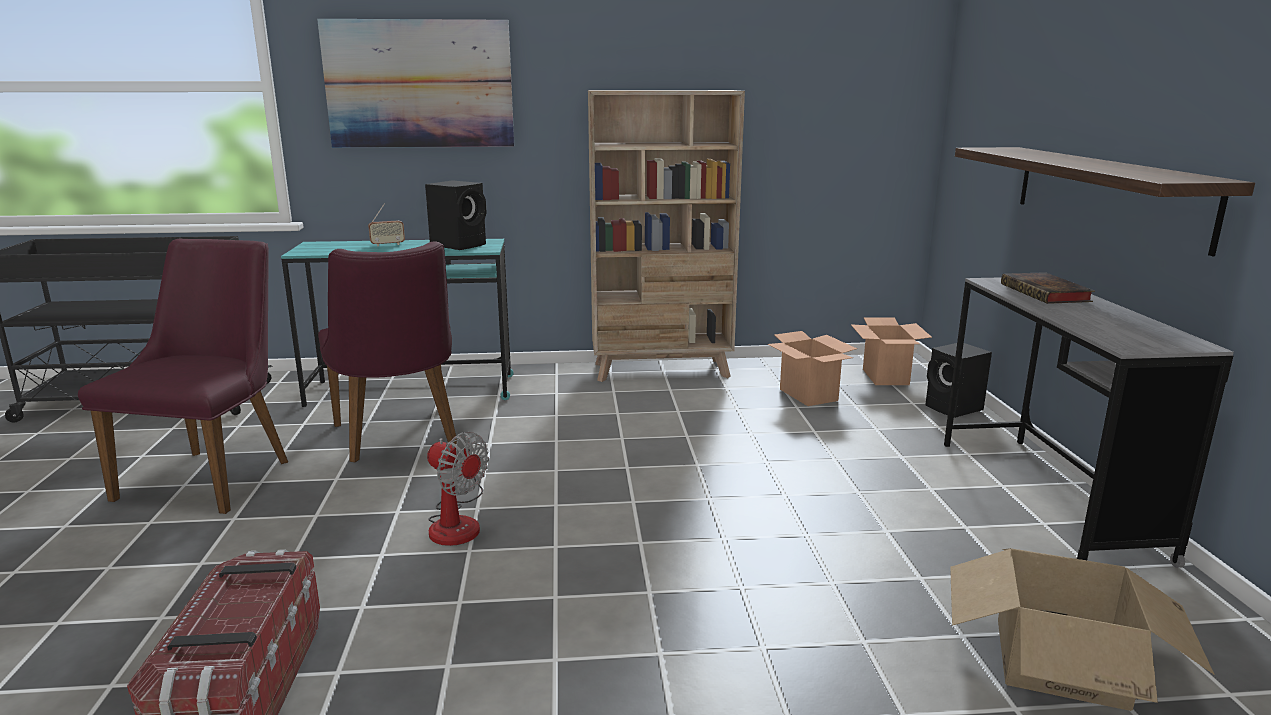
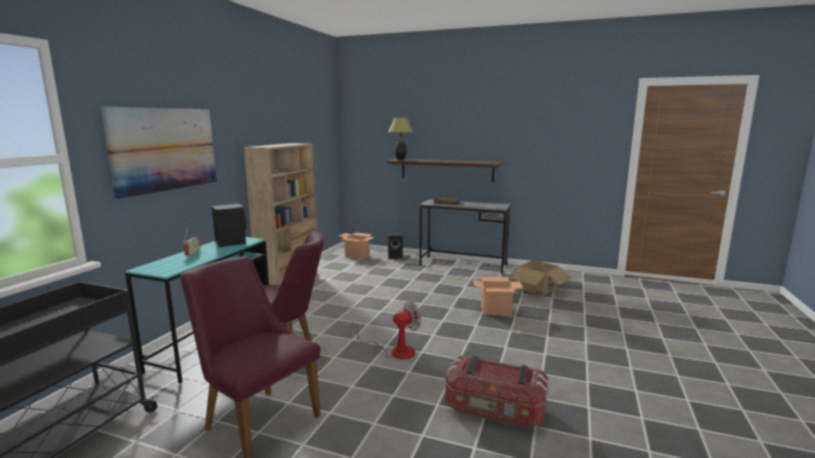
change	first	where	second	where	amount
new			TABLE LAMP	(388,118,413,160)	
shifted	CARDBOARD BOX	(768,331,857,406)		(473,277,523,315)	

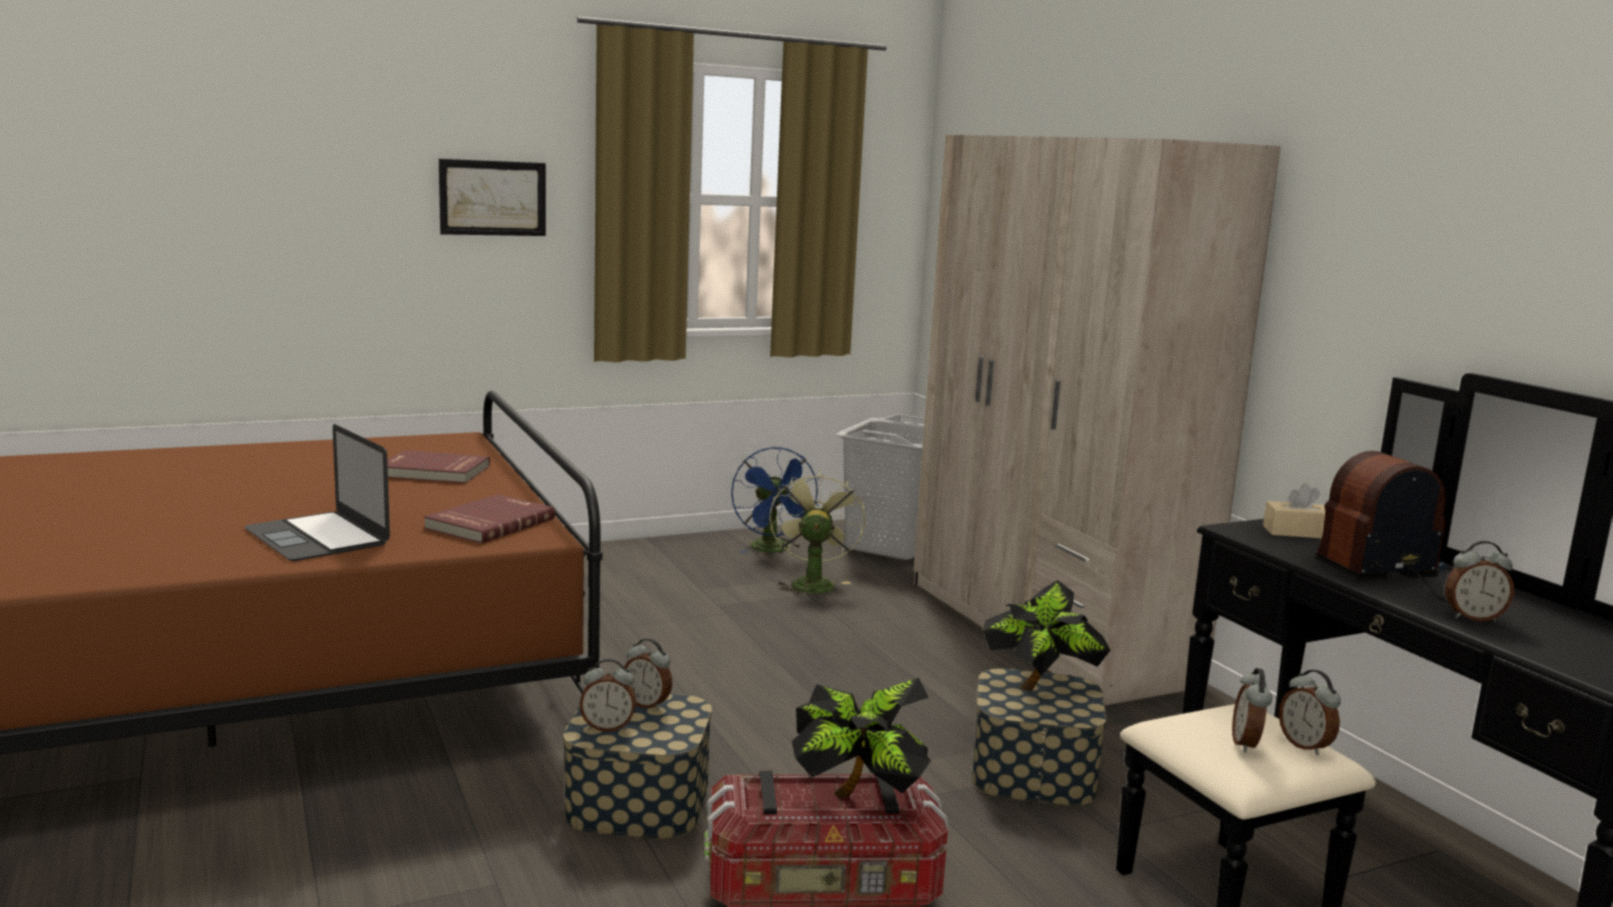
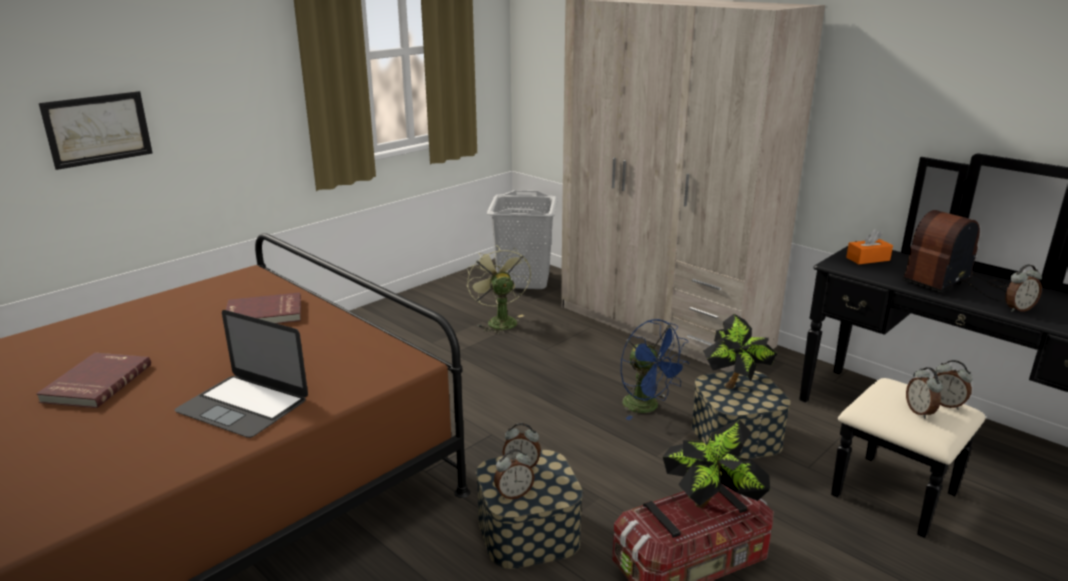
change	first	where	second	where	amount
shifted	RED BOOK	(424,494,555,544)		(36,353,151,408)	
shifted	PICTURE	(439,159,546,236)		(39,91,153,170)	
shifted	BLUE FAN	(731,447,820,553)		(621,319,689,420)	
repainted	BEIGE TISSUE BOX	(1263,483,1325,538)	ORANGE TISSUE BOX	(846,229,893,264)	

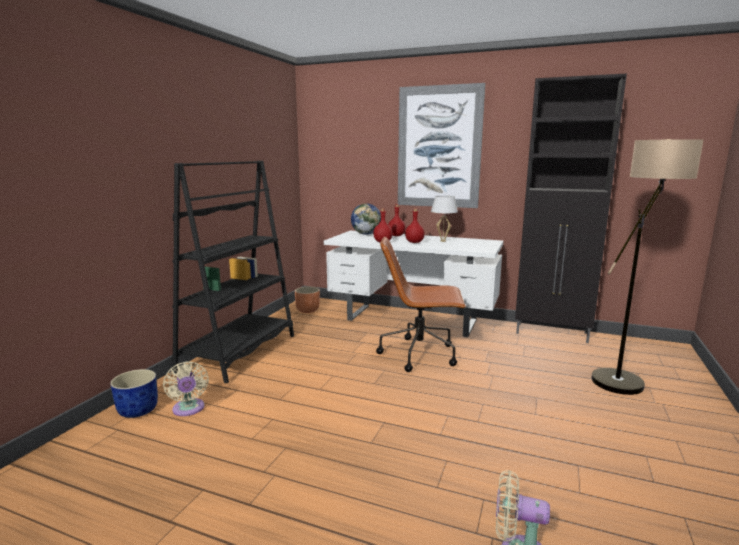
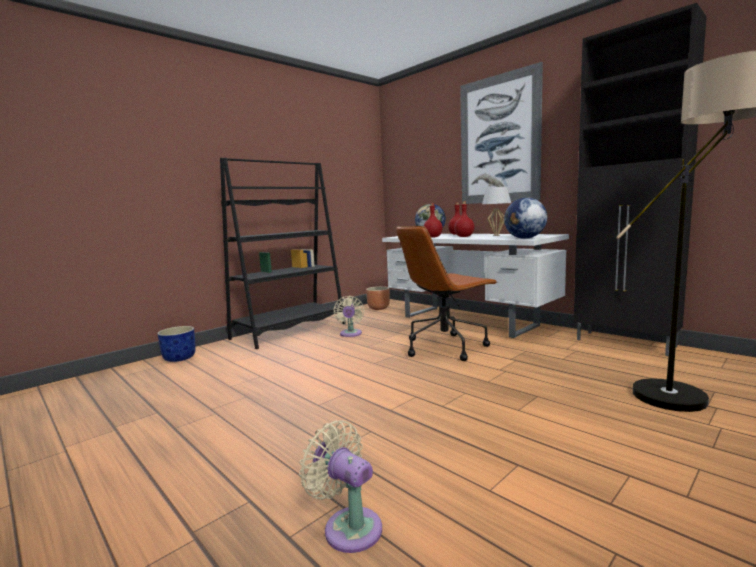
change	first	where	second	where	amount
shifted	BEIGE FAN	(163,361,209,416)		(334,296,364,337)	
rotated	BROWN OFFICE CHAIR	(376,237,466,372)		(396,226,498,361)	60 degrees counterclockwise
new			GLOBE	(504,197,547,239)	

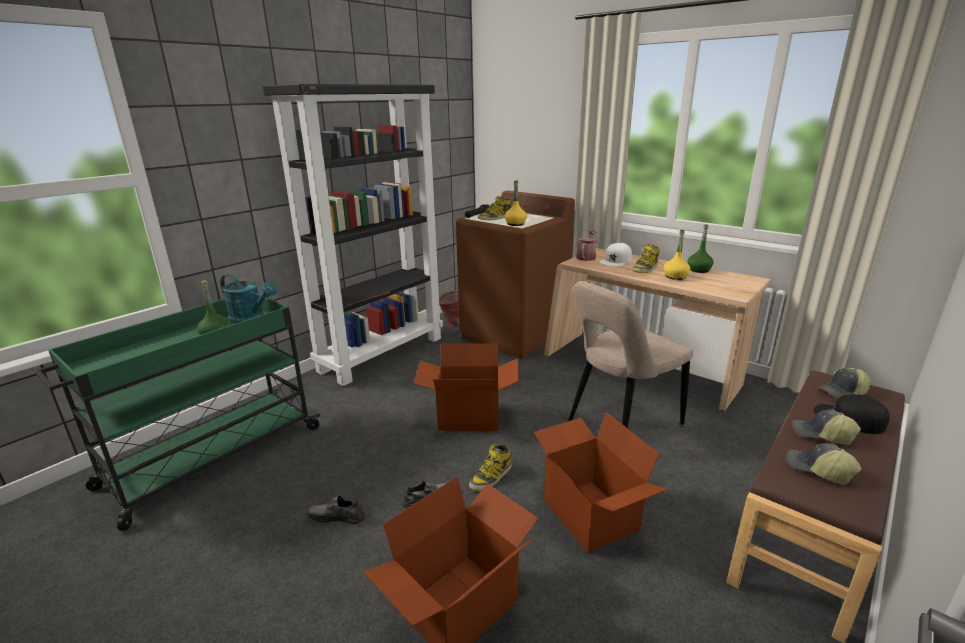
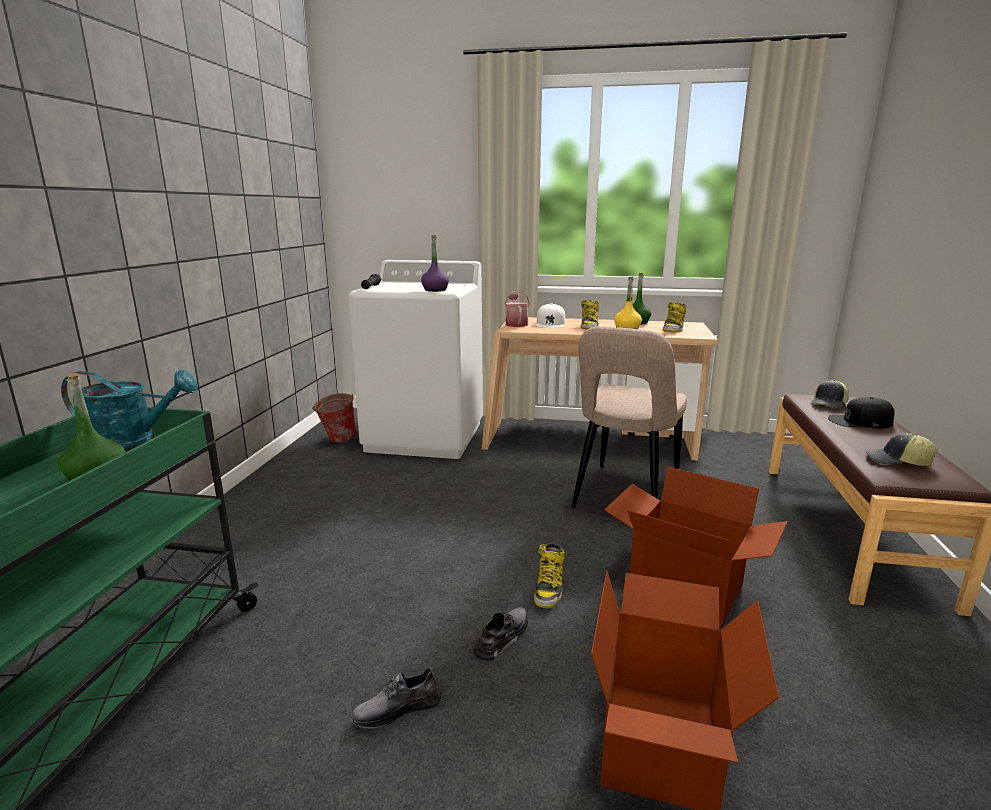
change	first	where	second	where	amount
repainted	BROWN WASHING MACHINE	(456,191,575,359)	WHITE WASHING MACHINE	(348,260,483,459)	
repainted	YELLOW BOTTLE	(505,180,527,226)	PURPLE BOTTLE	(421,235,449,292)	
shifted	BOOT	(478,196,511,220)		(663,302,686,333)	
gone	BLACK BOOKCASE	(263,84,443,386)			
gone	CARDBOARD BOX	(413,343,519,431)			
gone	CAP	(792,409,861,445)			

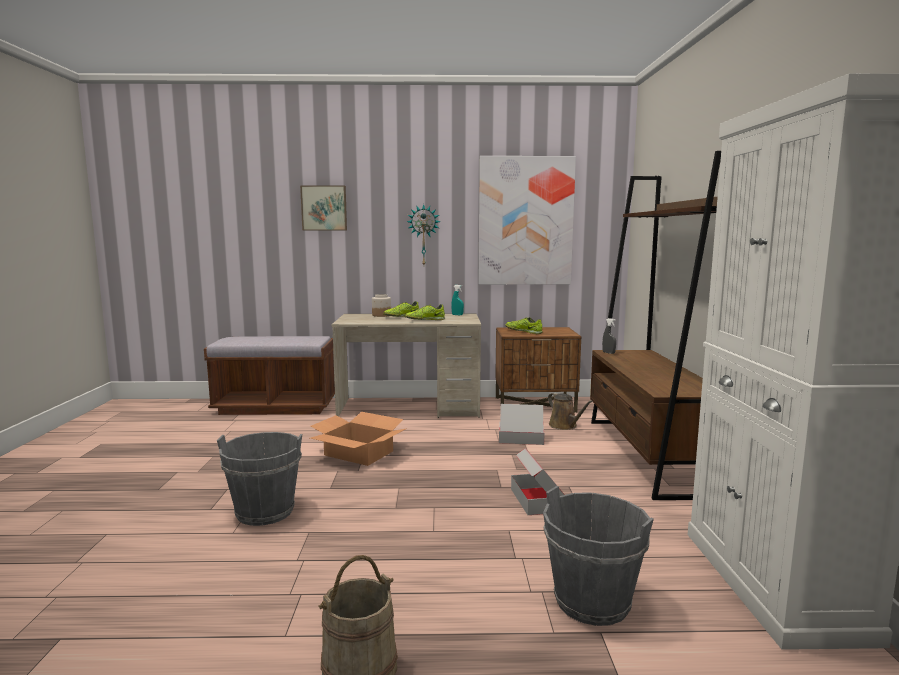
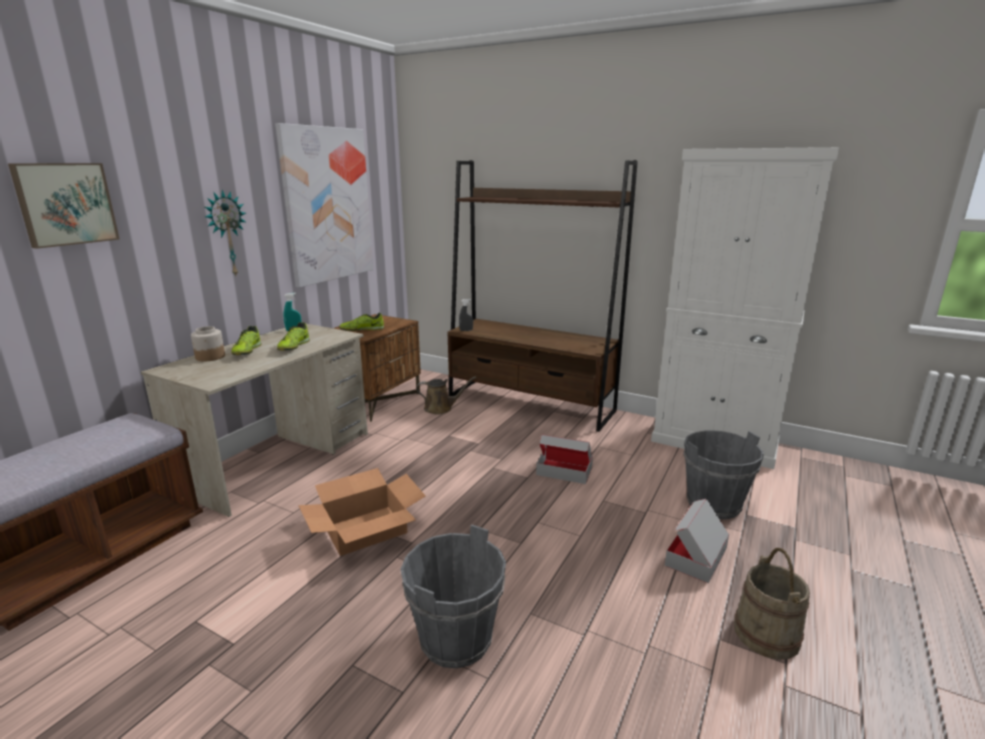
change	first	where	second	where	amount
shifted	CARDBOARD BOX	(499,404,544,445)		(665,499,729,584)	

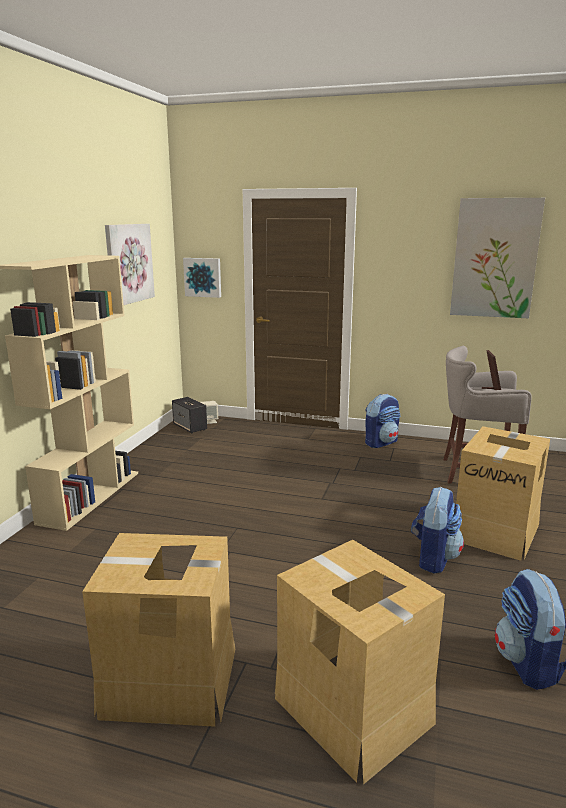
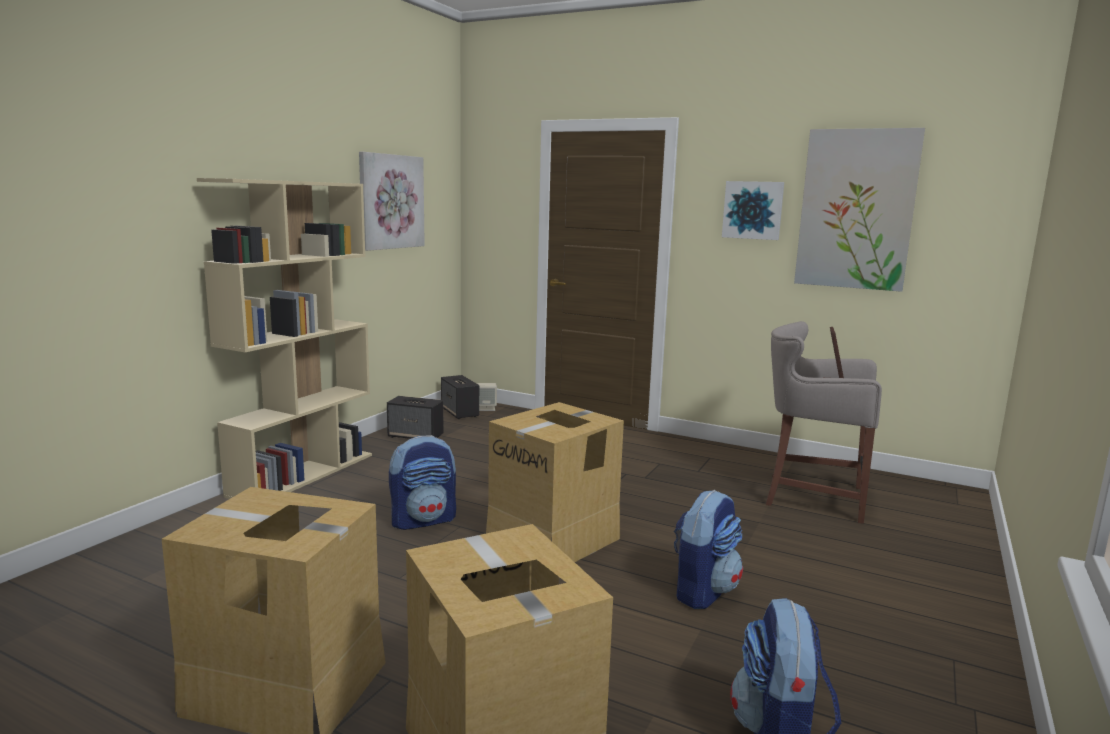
change	first	where	second	where	amount
new			SPEAKER	(387,396,444,439)	
shifted	BACKPACK	(365,394,401,448)		(389,435,456,530)	
shifted	CARDBOARD BOX	(456,426,550,561)		(486,402,624,562)	
shifted	PICTURE	(183,258,221,298)		(722,181,784,240)	

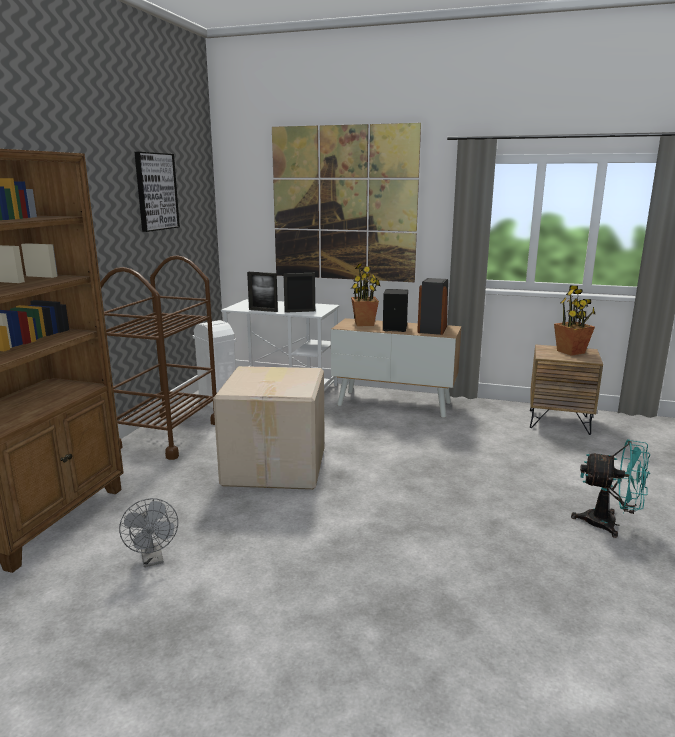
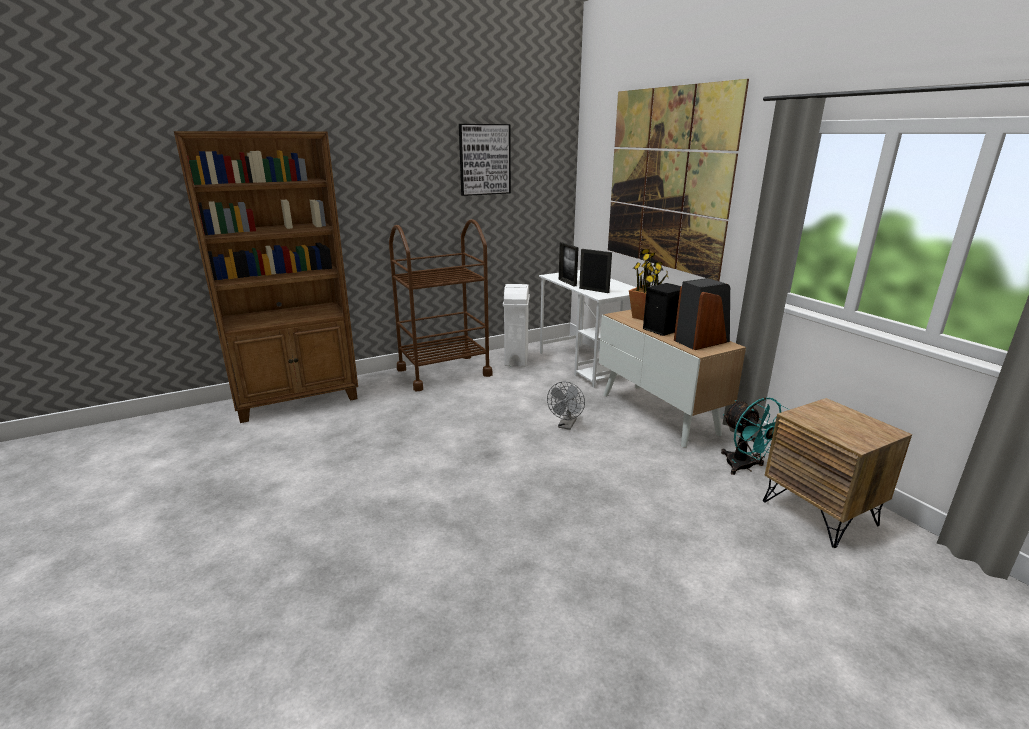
change	first	where	second	where	amount
shifted	GREY FAN	(119,498,178,567)		(547,382,585,430)	
shifted	TURQUOISE FAN	(571,439,650,538)		(721,397,790,475)	
gone	CARDBOARD BOX	(213,366,325,490)			
gone	POTTED PLANT	(554,286,595,356)			

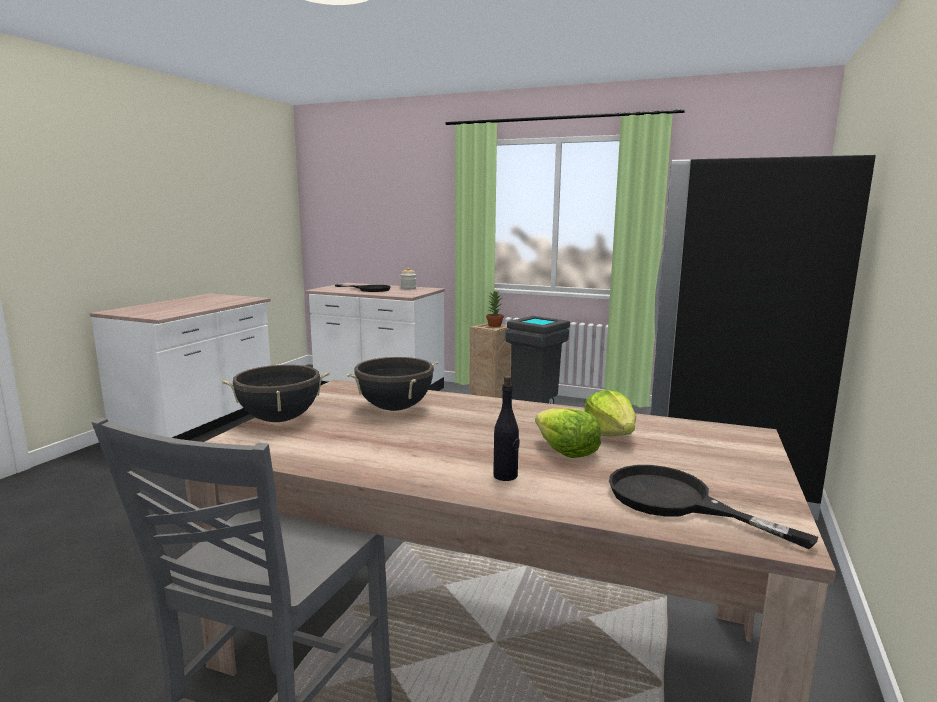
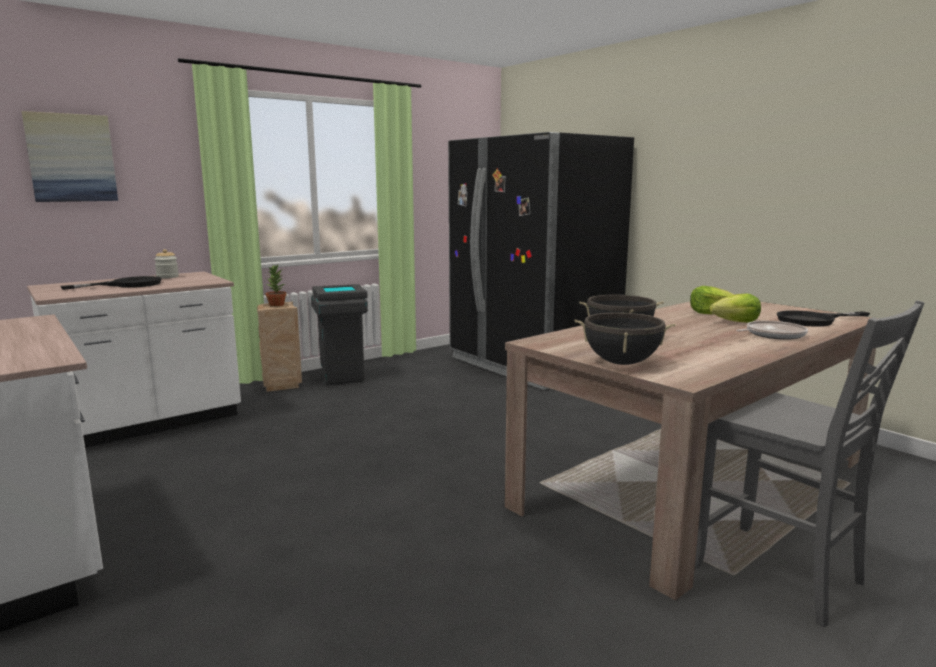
change	first	where	second	where	amount
new			PICTURE	(22,111,118,202)	
swapped	BLACK BOTTLE	(493,376,520,481)	FRYING PAN	(736,321,808,340)	

